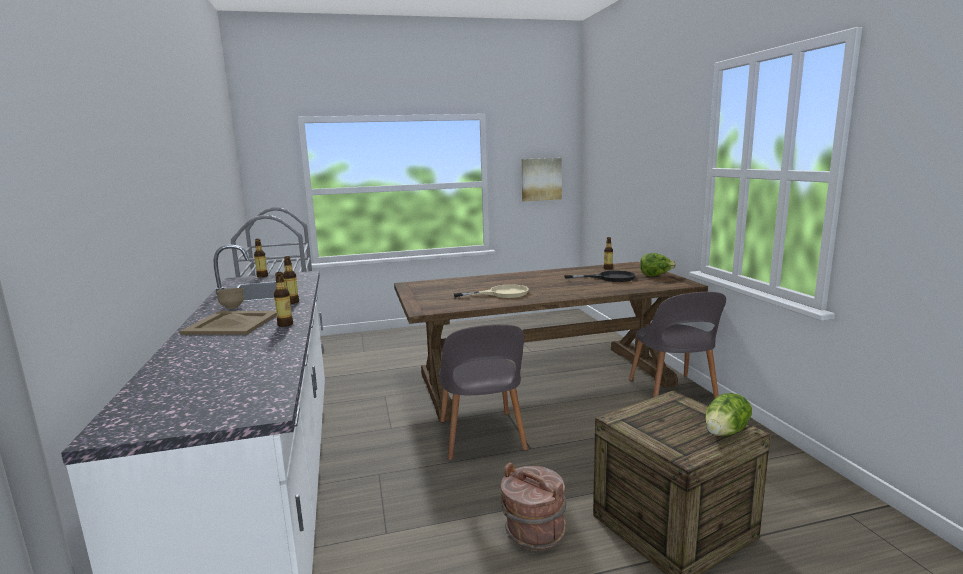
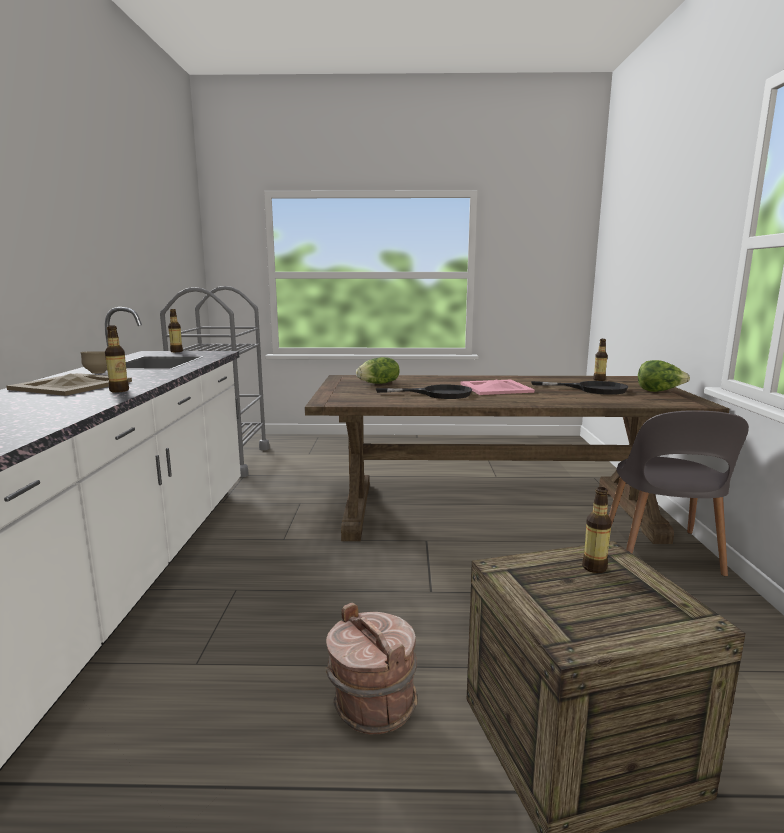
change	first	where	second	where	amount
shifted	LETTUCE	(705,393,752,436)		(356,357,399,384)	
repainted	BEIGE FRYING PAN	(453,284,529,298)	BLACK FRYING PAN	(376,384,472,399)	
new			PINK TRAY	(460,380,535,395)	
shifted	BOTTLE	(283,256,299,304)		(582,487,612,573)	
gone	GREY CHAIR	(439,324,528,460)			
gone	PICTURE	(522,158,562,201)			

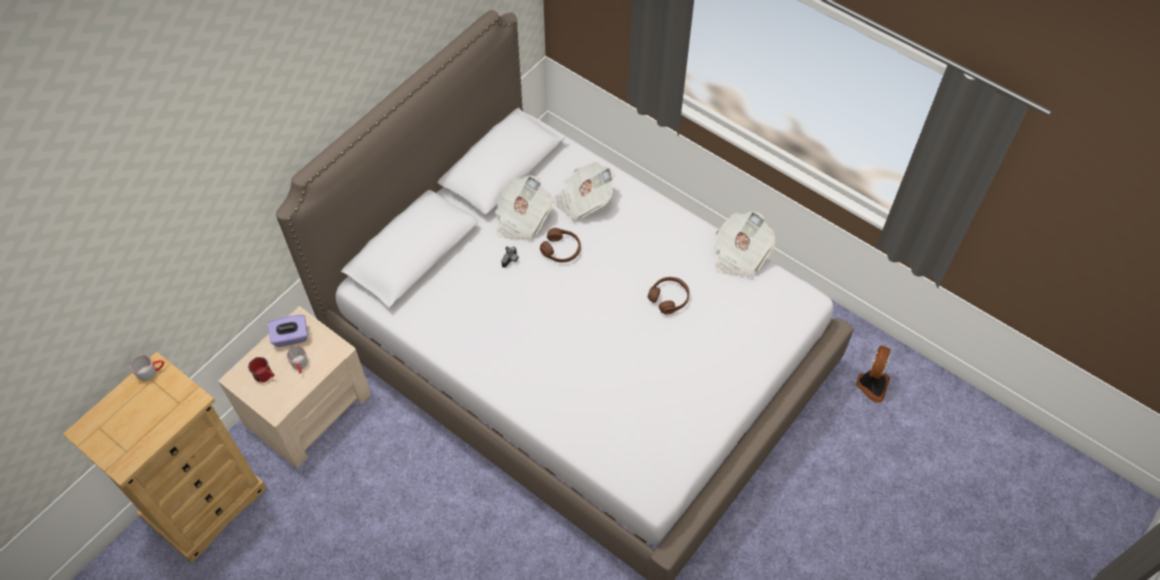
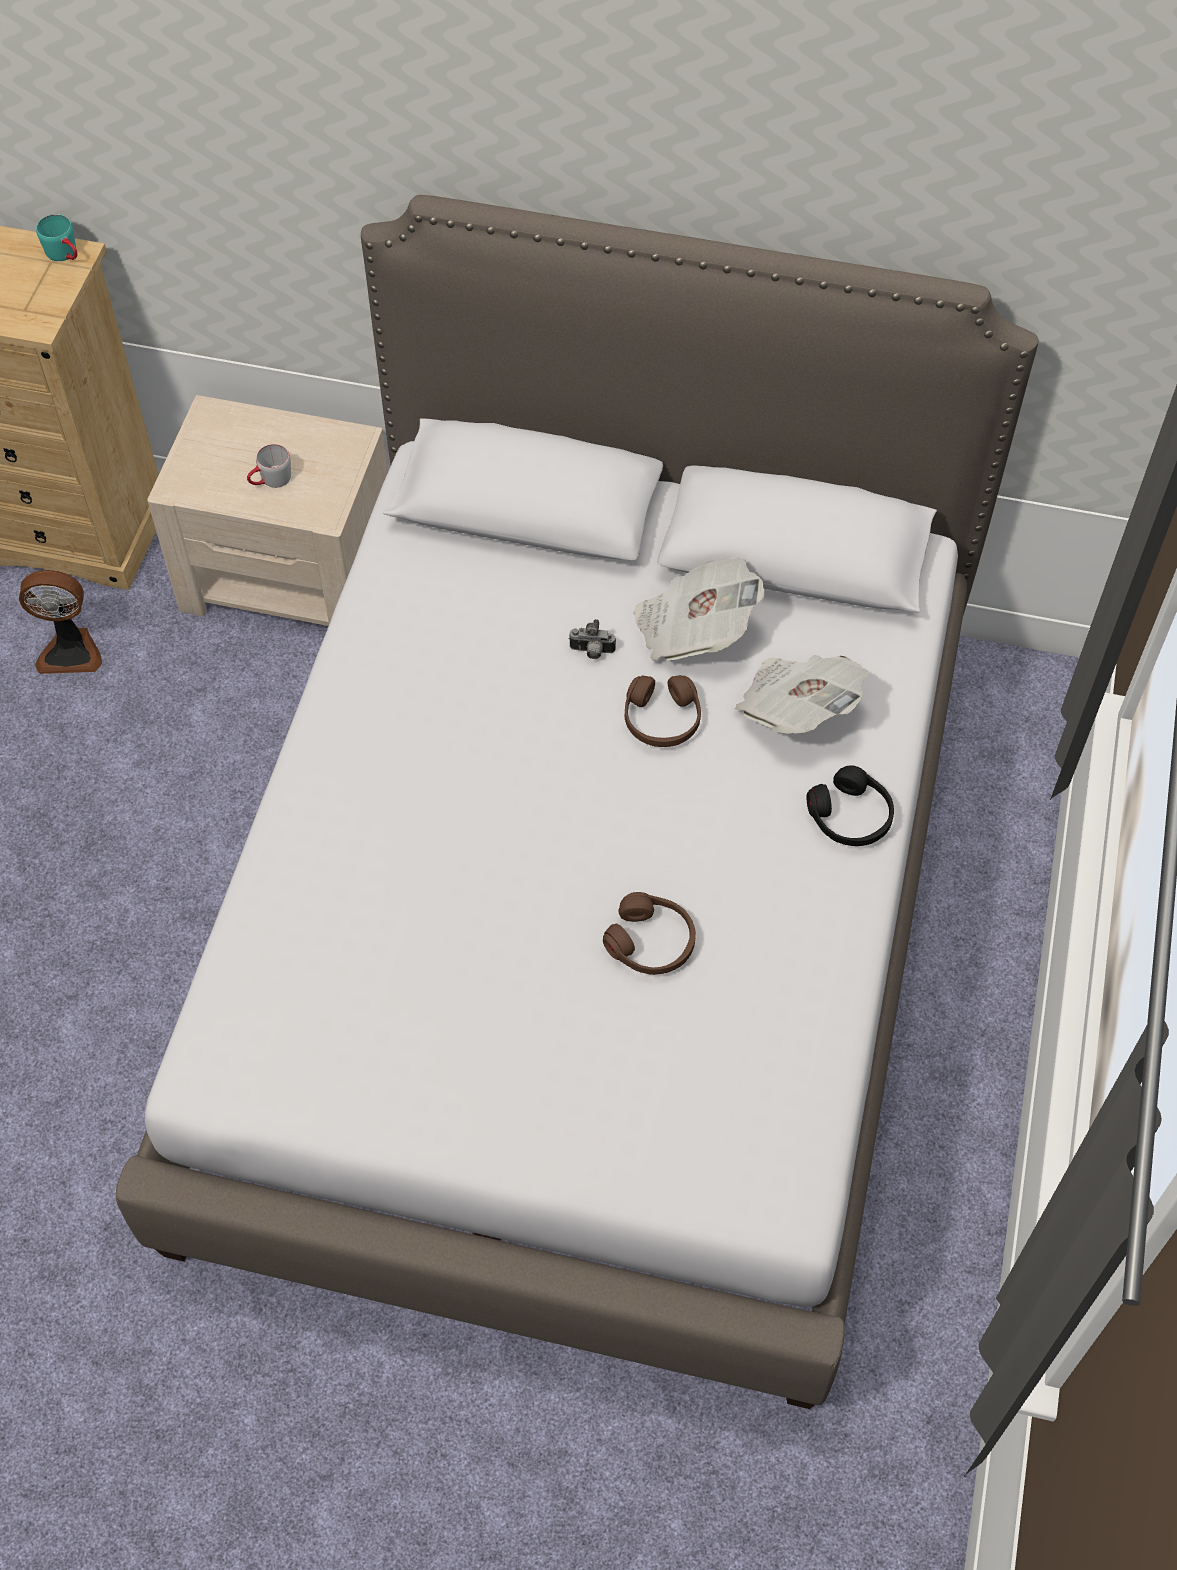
change	first	where	second	where	amount
shifted	FAN	(856,346,891,403)		(19,570,102,674)	
repainted	GREY MUG	(130,355,164,381)	TURQUOISE MUG	(36,214,78,261)	
new			BLACK HEADPHONES	(806,765,894,846)	
gone	RED MUG	(248,357,274,382)			
gone	PURPLE TISSUE BOX	(267,315,308,347)			
gone	NEWSPAPER	(714,211,776,277)			

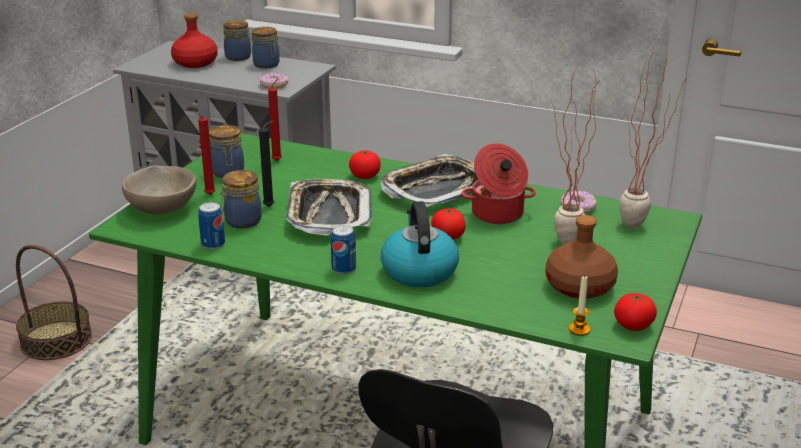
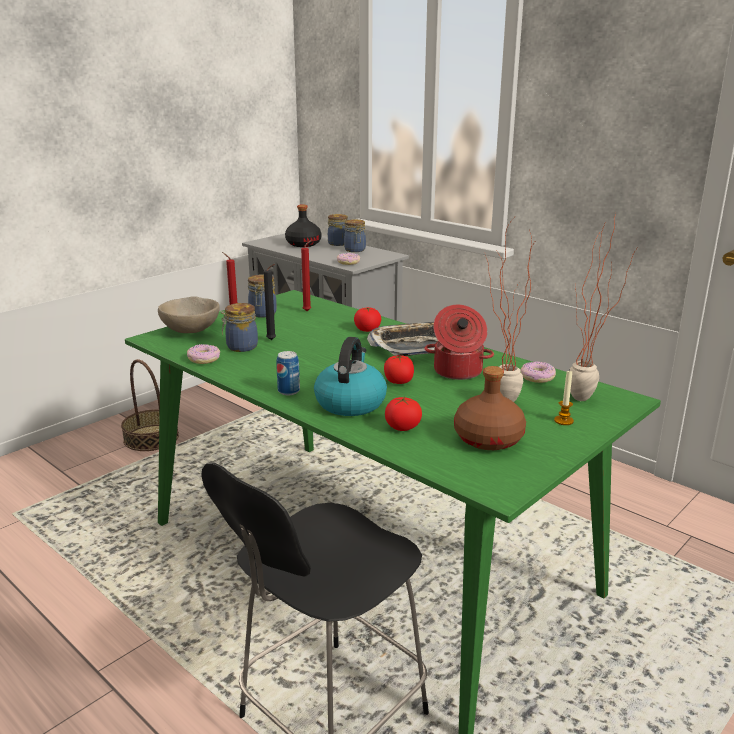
change	first	where	second	where	amount
swapped	CAN	(198,202,225,250)	DONUT	(187,344,220,364)	
repainted	RED BOTTLE	(171,13,218,68)	BLACK BOTTLE	(285,204,321,247)	
shifted	TOMATO	(614,293,657,331)		(385,397,422,431)	
shifted	CANDLE	(569,276,590,336)		(554,370,574,425)	
gone	TRAY	(286,179,372,236)			

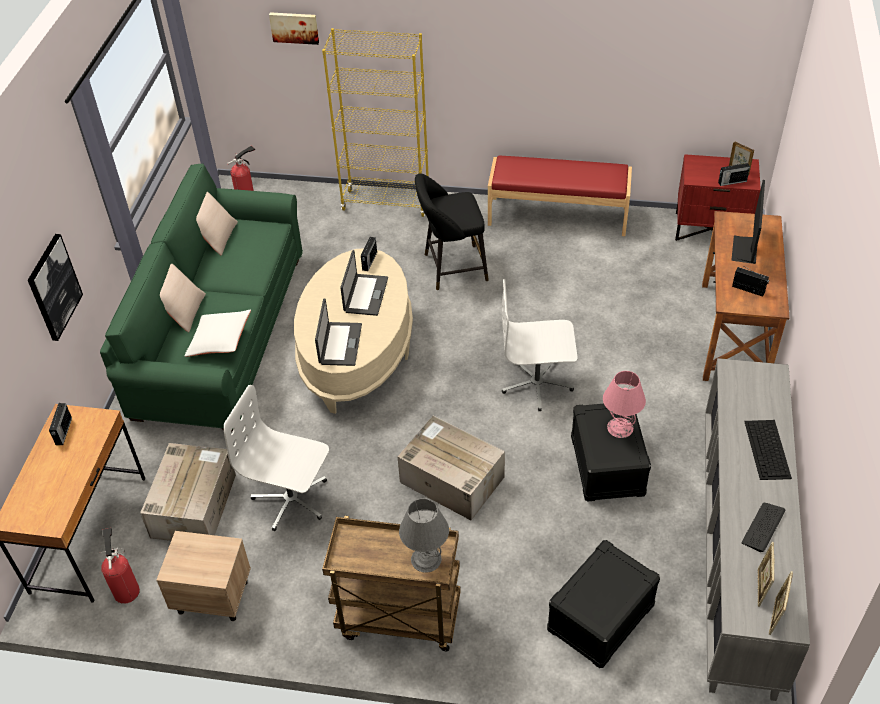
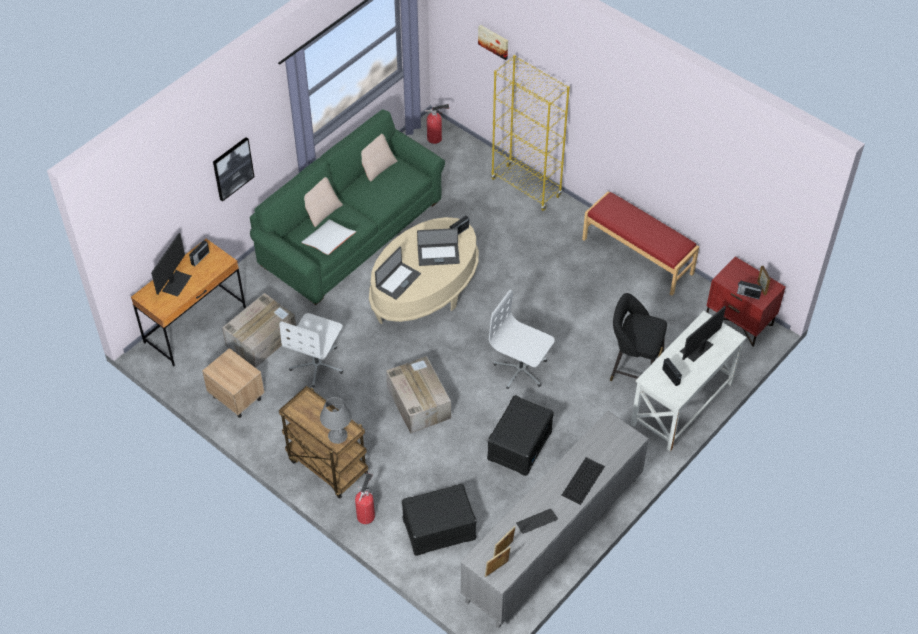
change	first	where	second	where	amount
new			MONITOR	(151,233,191,297)	
rotated	WHITE OFFICE CHAIR	(224,385,329,531)		(280,313,343,387)	120 degrees counterclockwise
shifted	FIRE EXTINGUISHER	(99,528,140,604)		(355,473,375,524)	
rotated	LAPTOP	(340,250,388,316)		(417,228,460,266)	45 degrees clockwise
shifted	BLACK STOOL	(415,173,489,290)		(610,293,667,381)	
repainted	BROWN DESK	(702,211,790,381)	WHITE DESK	(631,311,747,451)	
gone	PINK TABLE LAMP	(603,371,646,438)			

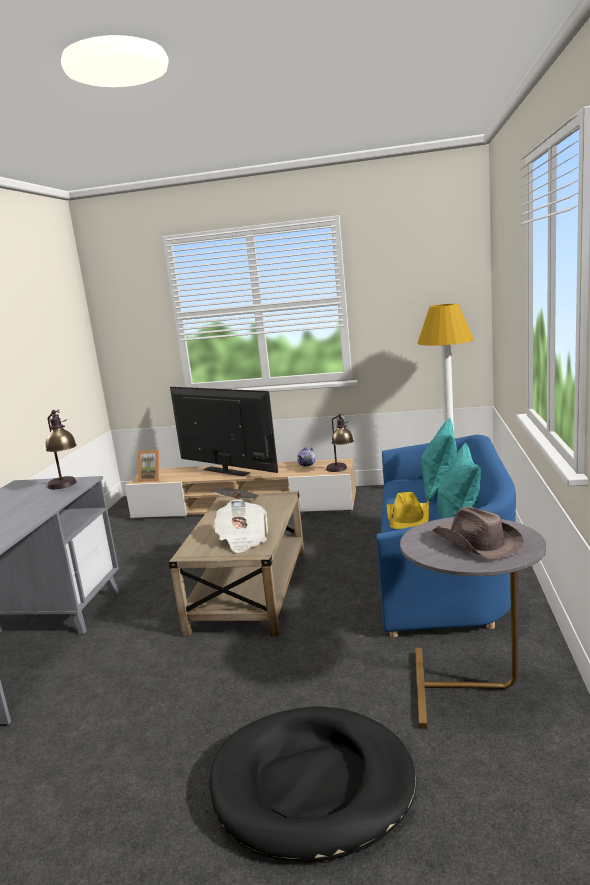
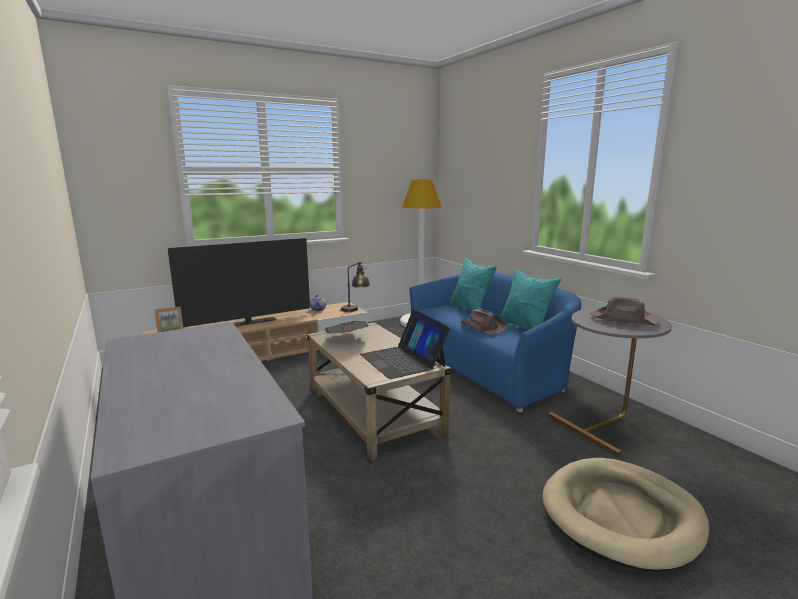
change	first	where	second	where	amount
rotated	TELEVISION	(170,387,278,476)		(168,238,310,327)	150 degrees clockwise
swapped	NEWSPAPER	(213,499,268,553)	LAPTOP	(360,309,450,379)	
repainted	YELLOW HAT	(387,492,429,529)	BROWN HAT	(460,309,507,335)	
repainted	BLACK DOG BED	(210,706,417,862)	BEIGE DOG BED	(542,458,709,572)	
gone	TABLE LAMP	(46,410,77,489)			

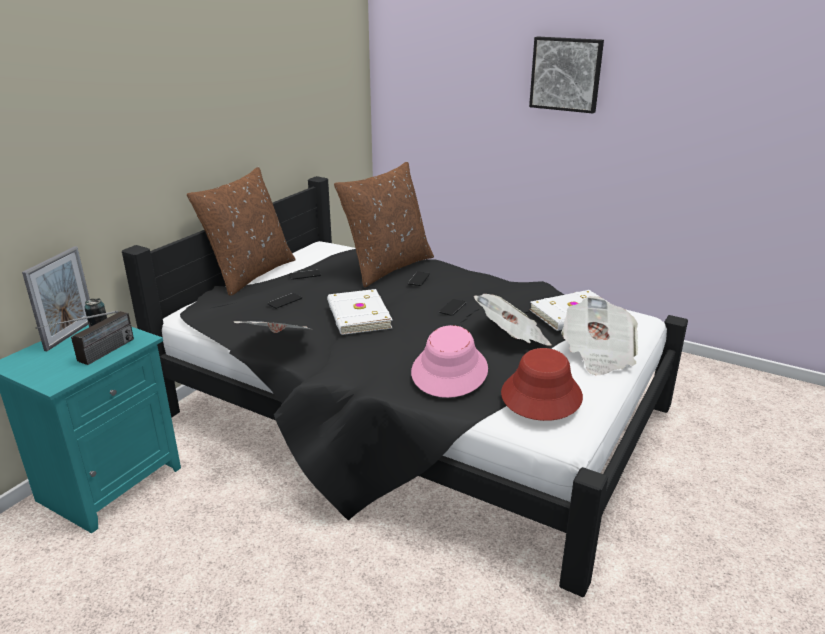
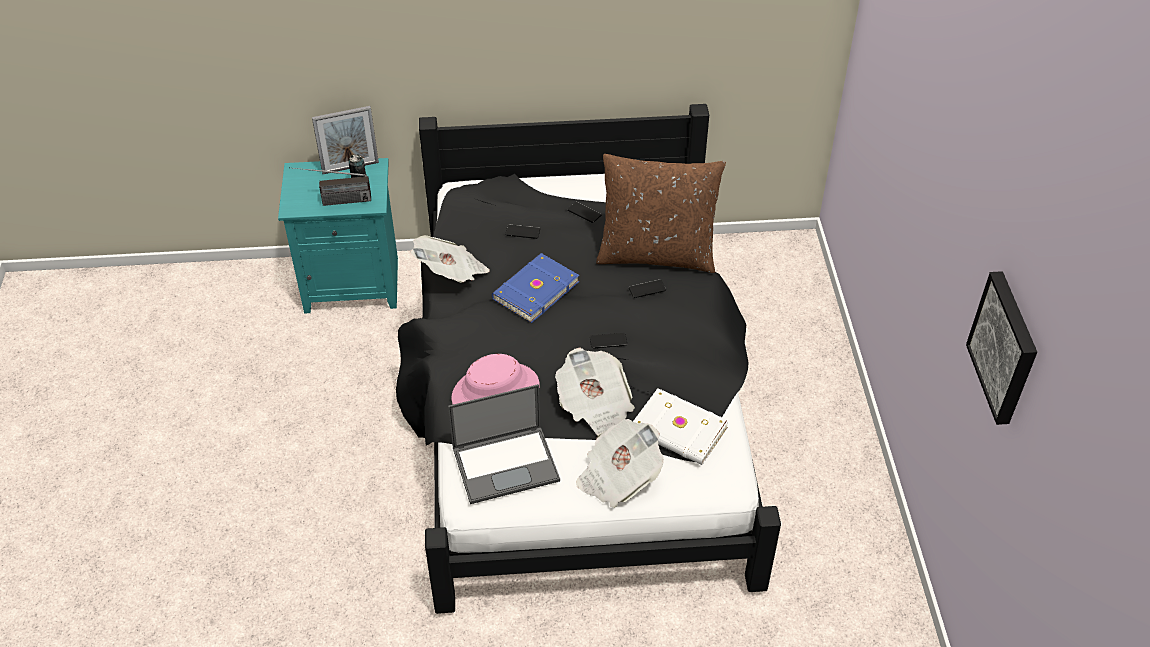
change	first	where	second	where	amount
swapped	RED HAT	(501,348,583,421)	LAPTOP	(448,384,560,504)	
repainted	WHITE BOOK	(327,289,393,335)	BLUE BOOK	(492,253,579,323)	
shifted	PICTURE	(529,36,604,113)		(966,271,1037,425)	
gone	BROWN PILLOW	(187,167,295,296)			

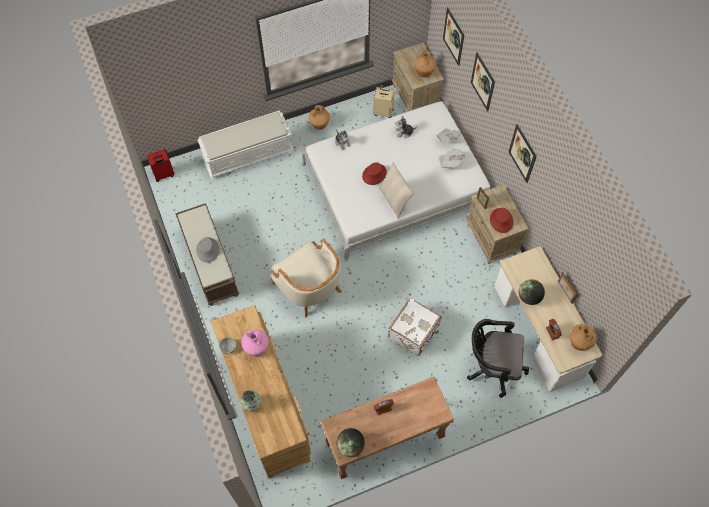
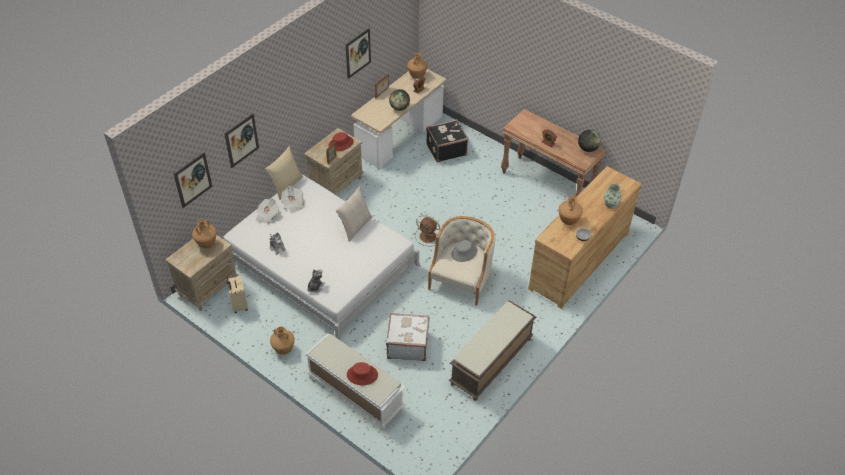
change	first	where	second	where	amount
new			BEIGE PILLOW	(265,146,303,199)	
shifted	PICTURE	(509,124,537,183)		(345,28,371,79)	
shifted	RED HAT	(362,163,387,185)		(347,362,378,385)	
shifted	WHITE SUITCASE	(388,297,442,356)		(386,313,430,361)	
new			BROWN FAN	(415,215,440,247)	
swapped	BLACK OFFICE CHAIR	(467,319,529,398)	BLACK SUITCASE	(426,119,469,163)	
shifted	GREY HAT	(196,237,219,263)		(451,240,477,262)	
repainted	PINK VASE	(241,329,269,356)	BROWN VASE	(559,195,583,225)	
gone	RED SUITCASE	(147,149,175,182)			

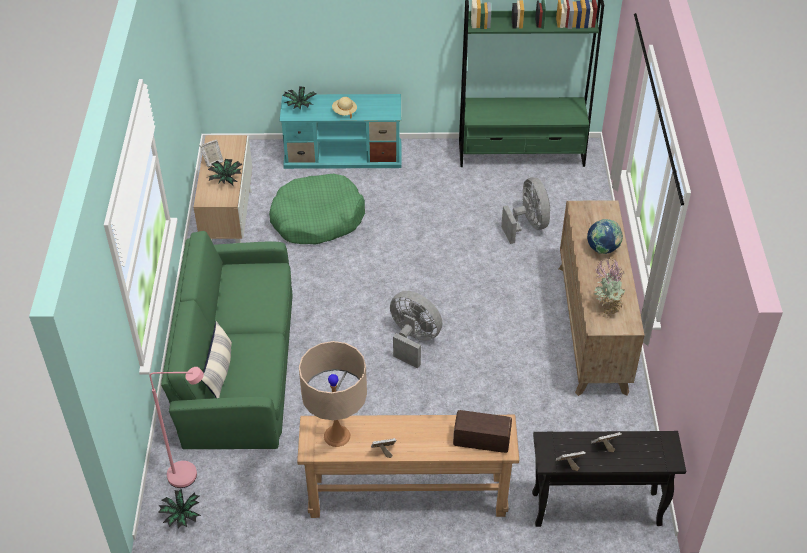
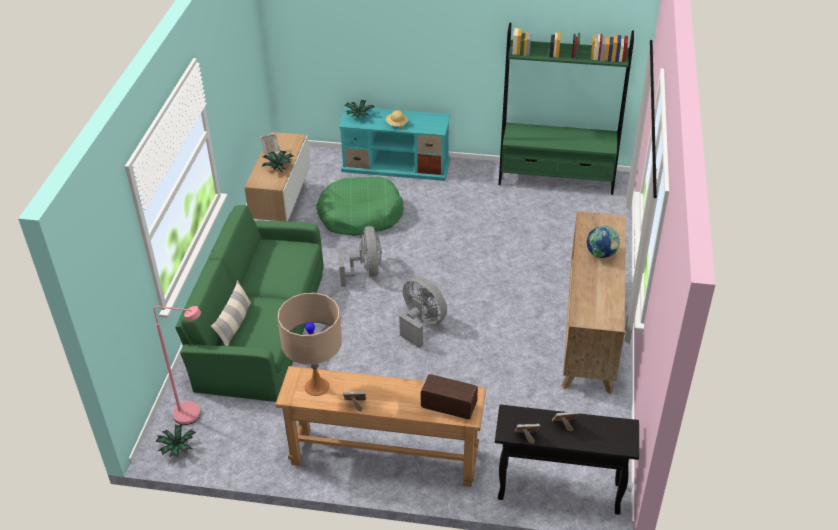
change	first	where	second	where	amount
shifted	GREY FAN	(501,177,551,244)		(338,226,382,287)	
gone	POTTED PLANT	(594,257,626,318)			

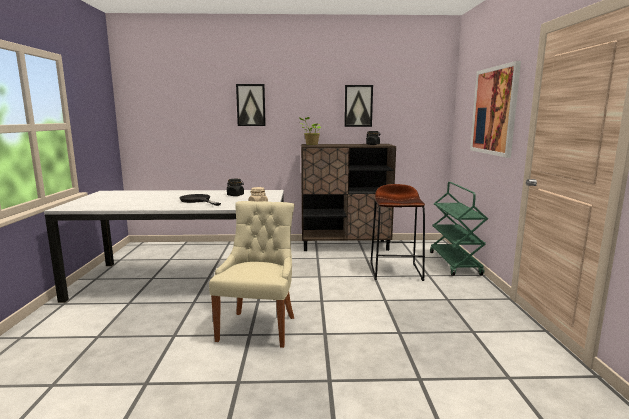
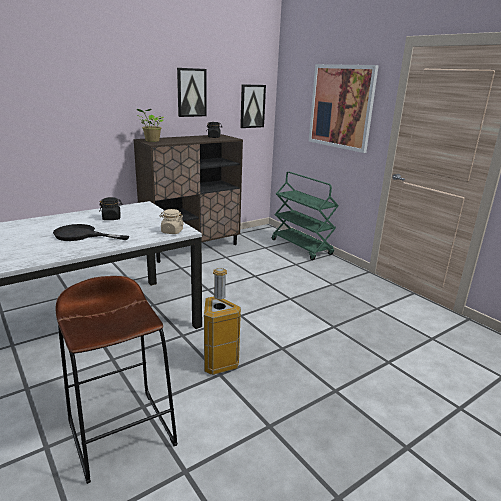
change	first	where	second	where	amount
shifted	BROWN STOOL	(371,184,425,281)		(56,276,178,484)	
swapped	BEIGE CHAIR	(209,201,294,348)	TRASH CAN	(204,268,241,375)	
shifted	PICTURE	(236,84,266,126)		(240,84,266,128)	

